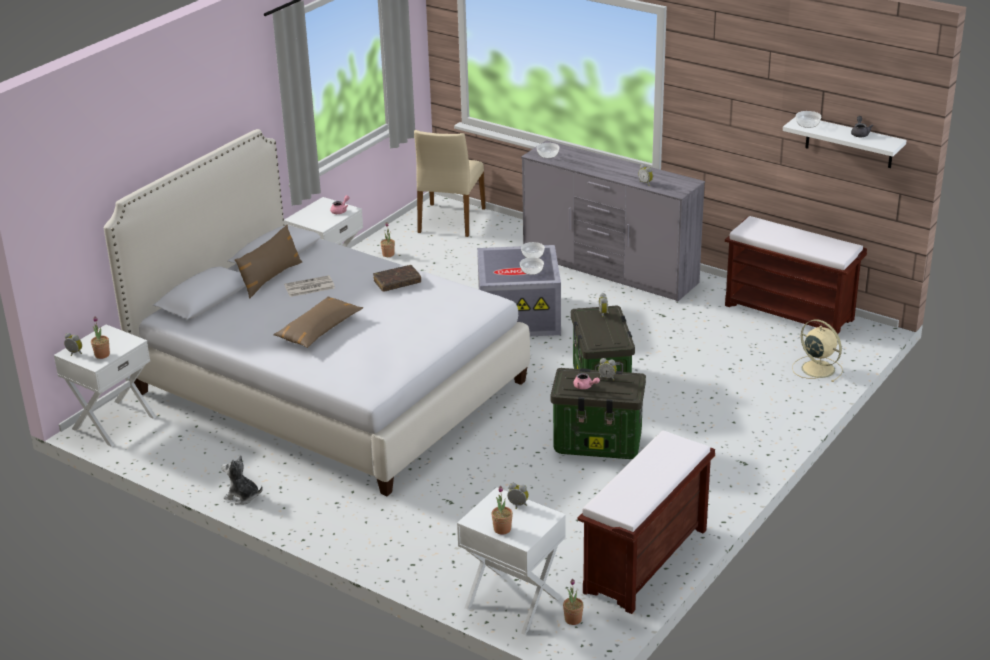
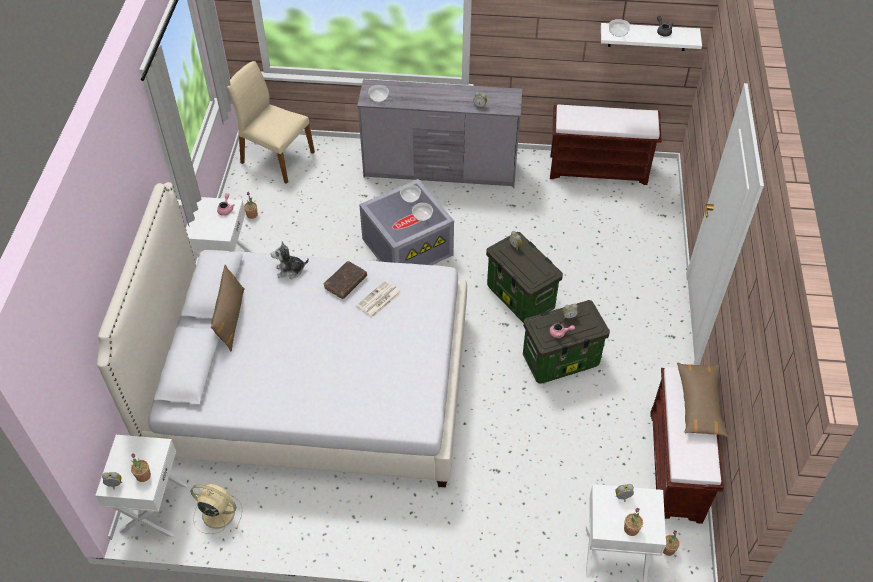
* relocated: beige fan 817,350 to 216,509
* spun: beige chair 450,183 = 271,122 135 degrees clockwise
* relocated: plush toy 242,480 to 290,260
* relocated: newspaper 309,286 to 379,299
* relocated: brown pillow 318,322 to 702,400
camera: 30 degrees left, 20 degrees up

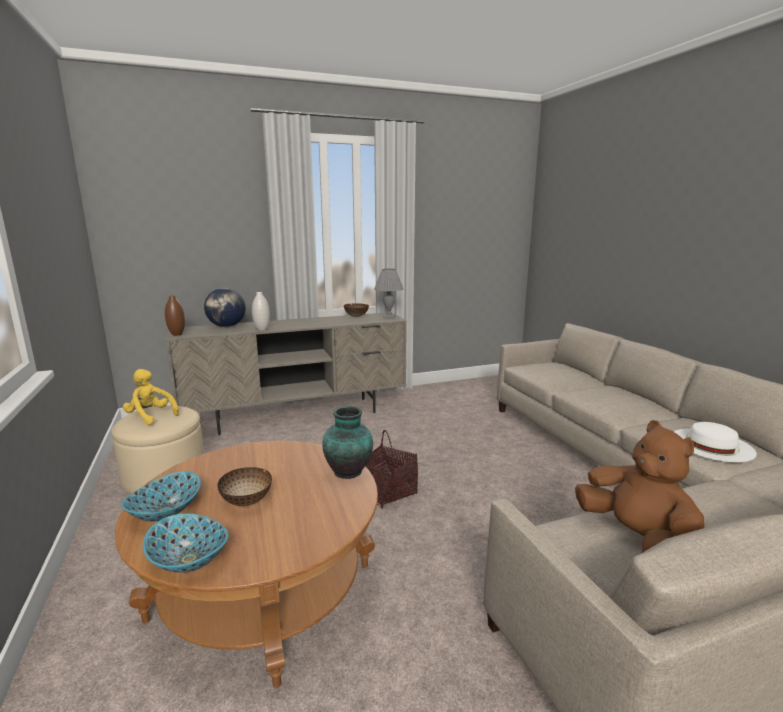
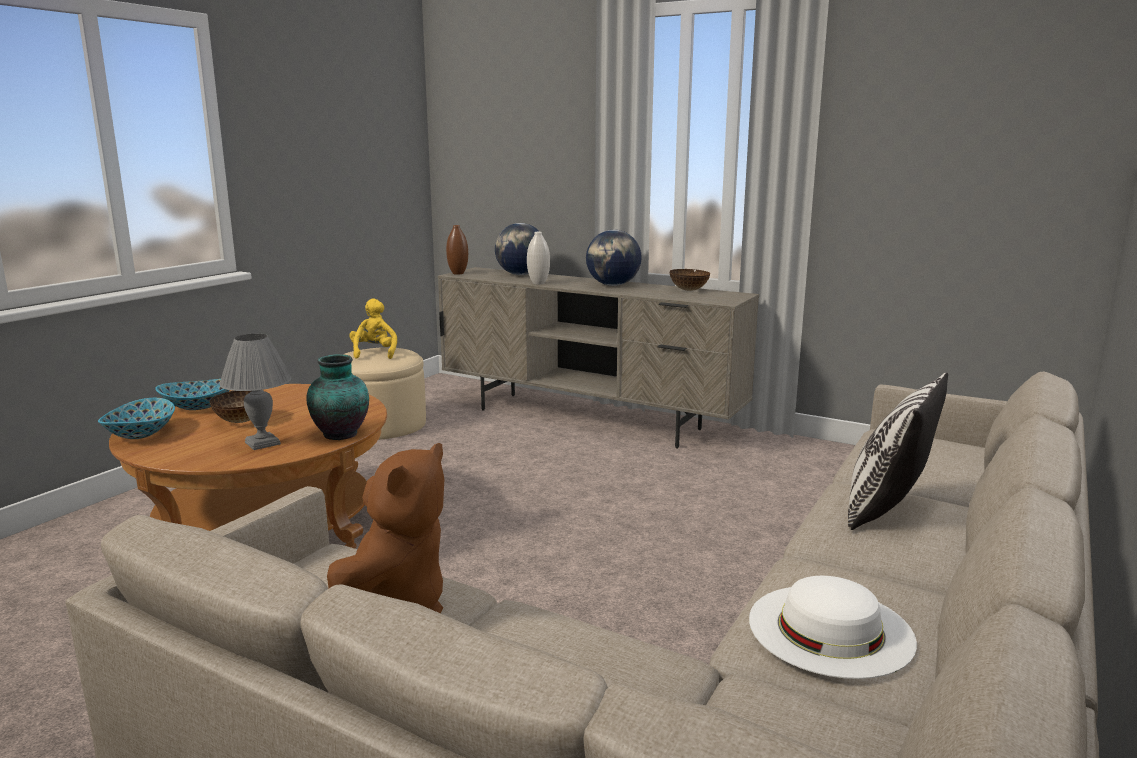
* relocated: grey table lamp 388,294 to 255,392
* appeared: globe 614,258
* appeared: pillow 898,451
* missing: basket 392,469
camera: 50 degrees right, 0 degrees up

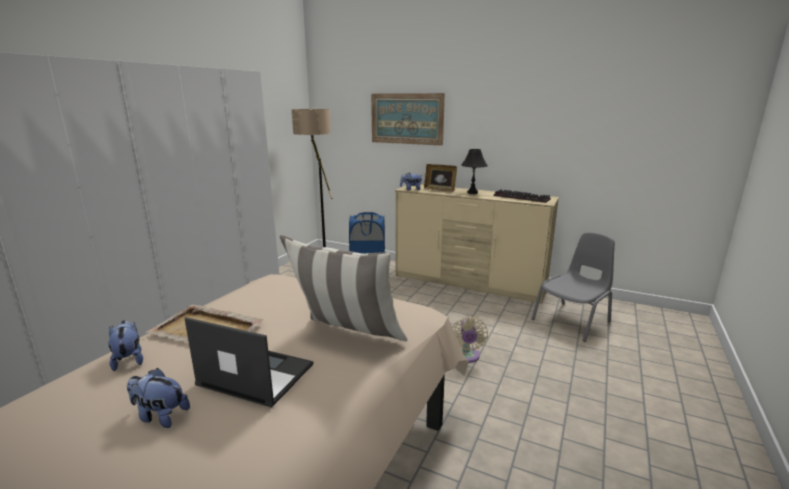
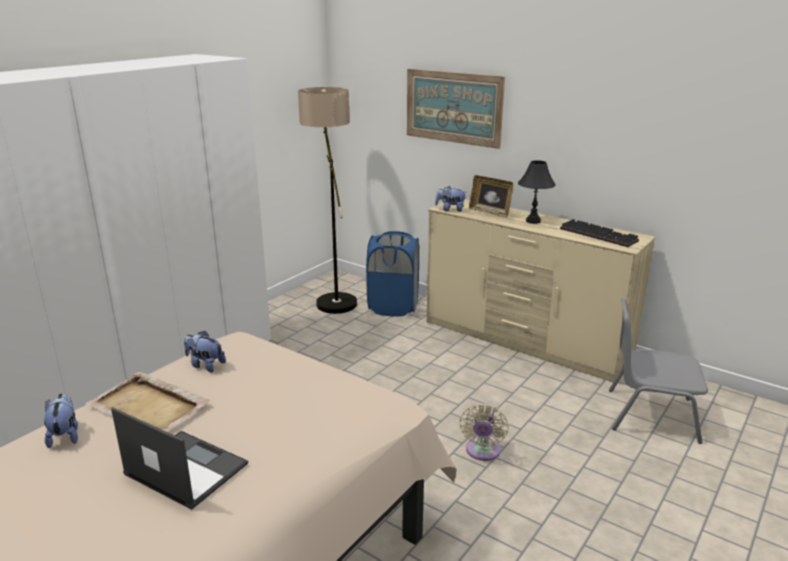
* relocated: plush toy 158,398 to 205,351
* spun: grey chair 573,287 = 658,371 135 degrees counterclockwise
* missing: pillow 344,288
camera: 10 degrees right, 5 degrees up

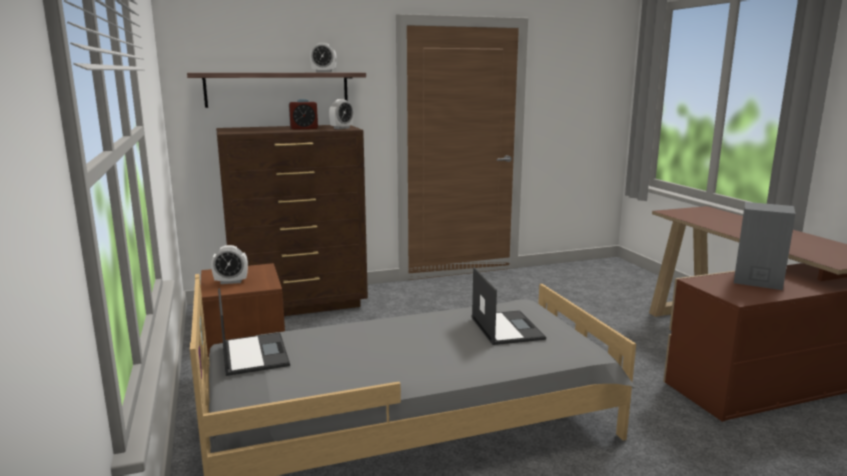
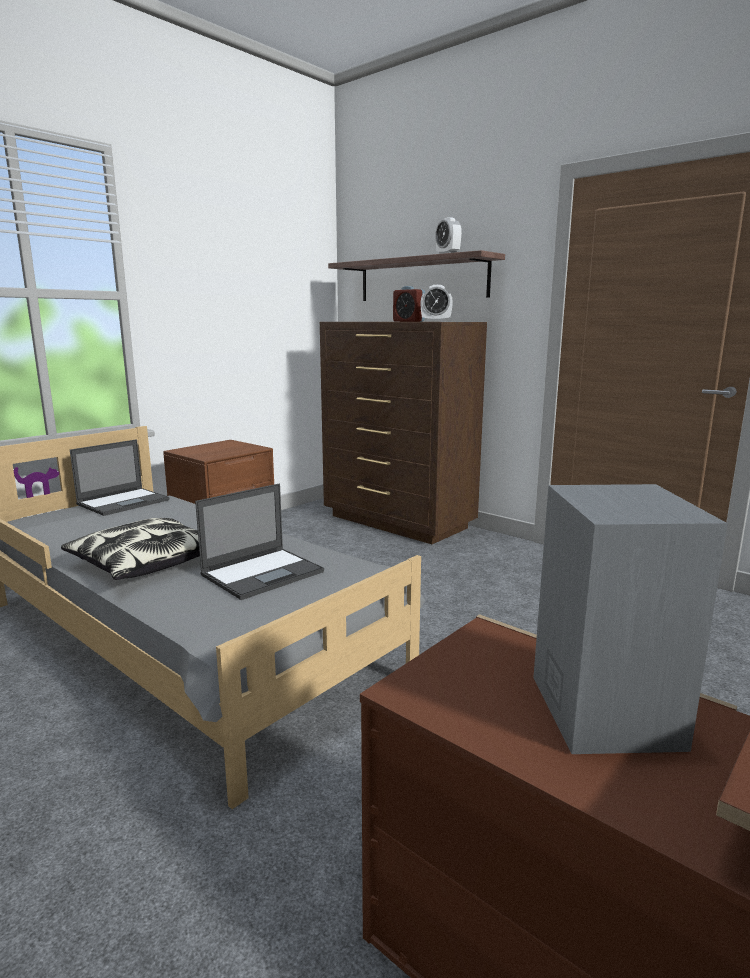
* appeared: pillow 130,549
* missing: alarm clock 229,264
camera: 60 degrees right, 0 degrees up

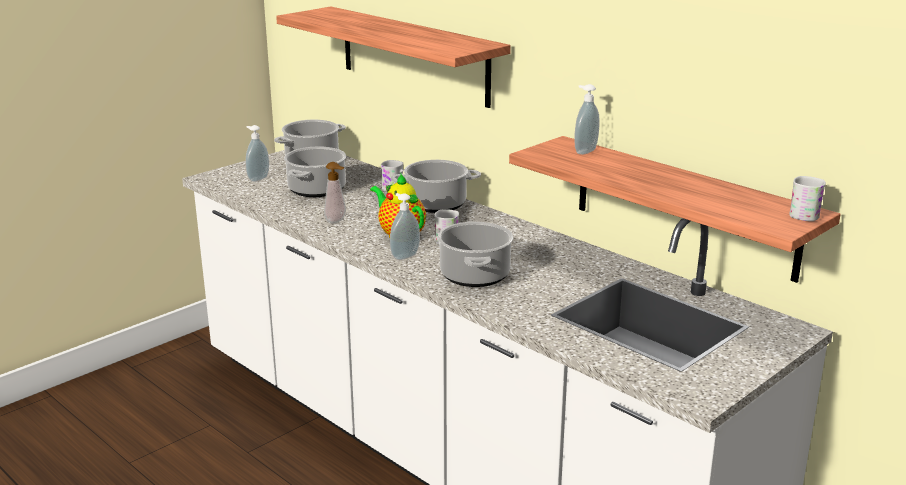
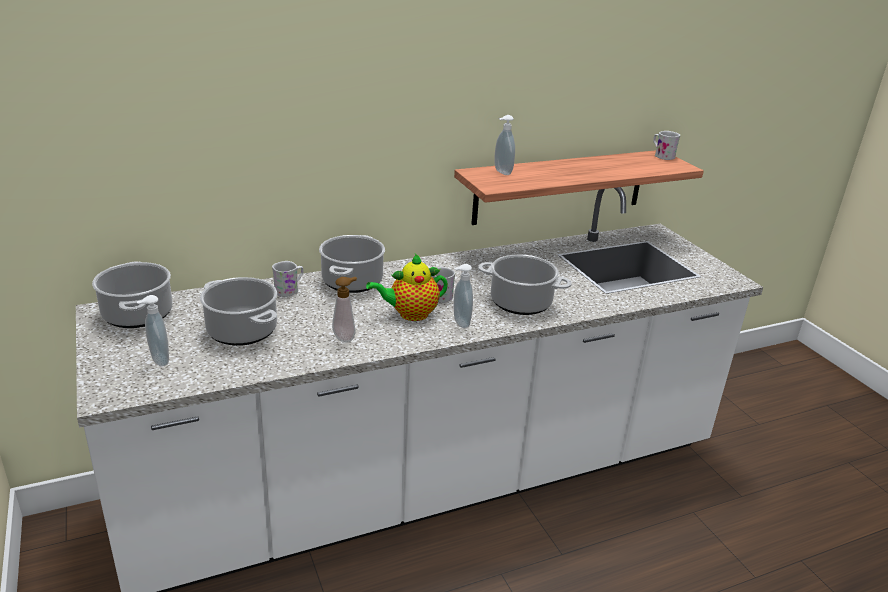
* missing: shelf 393,57
camera: 70 degrees left, 5 degrees up

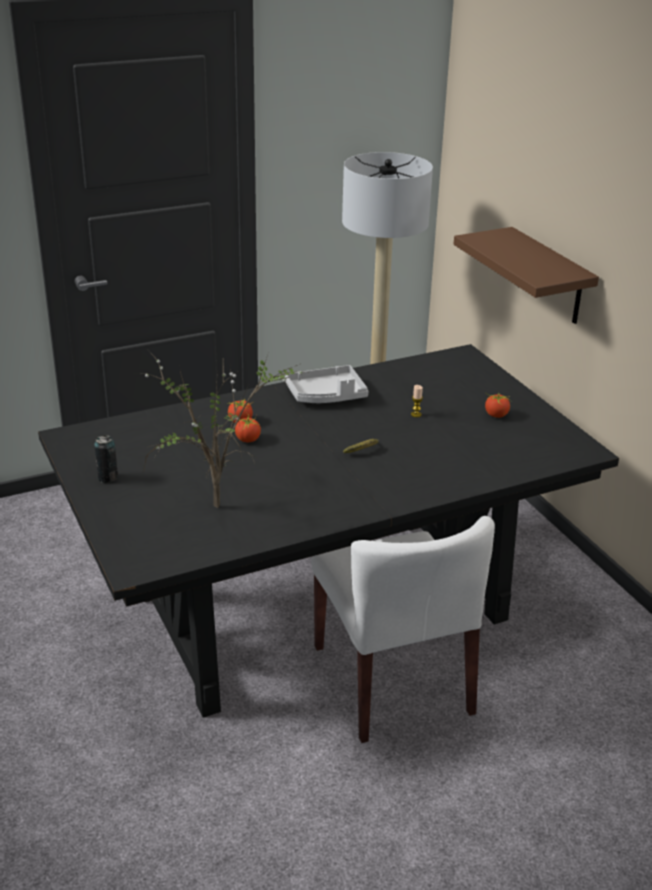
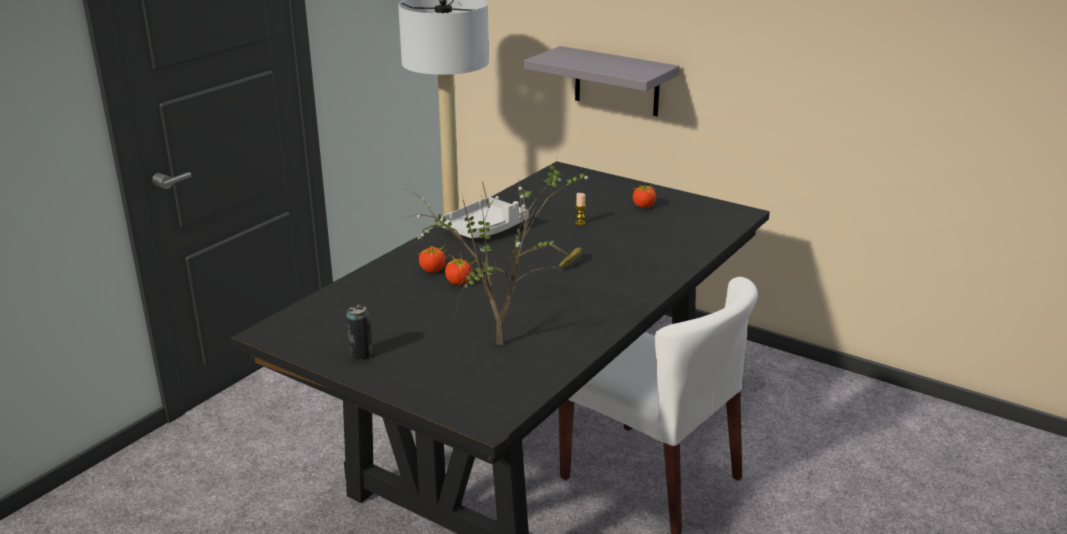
* colour: brown shelf 526,275 to grey shelf 601,81
camera: 30 degrees left, 5 degrees down

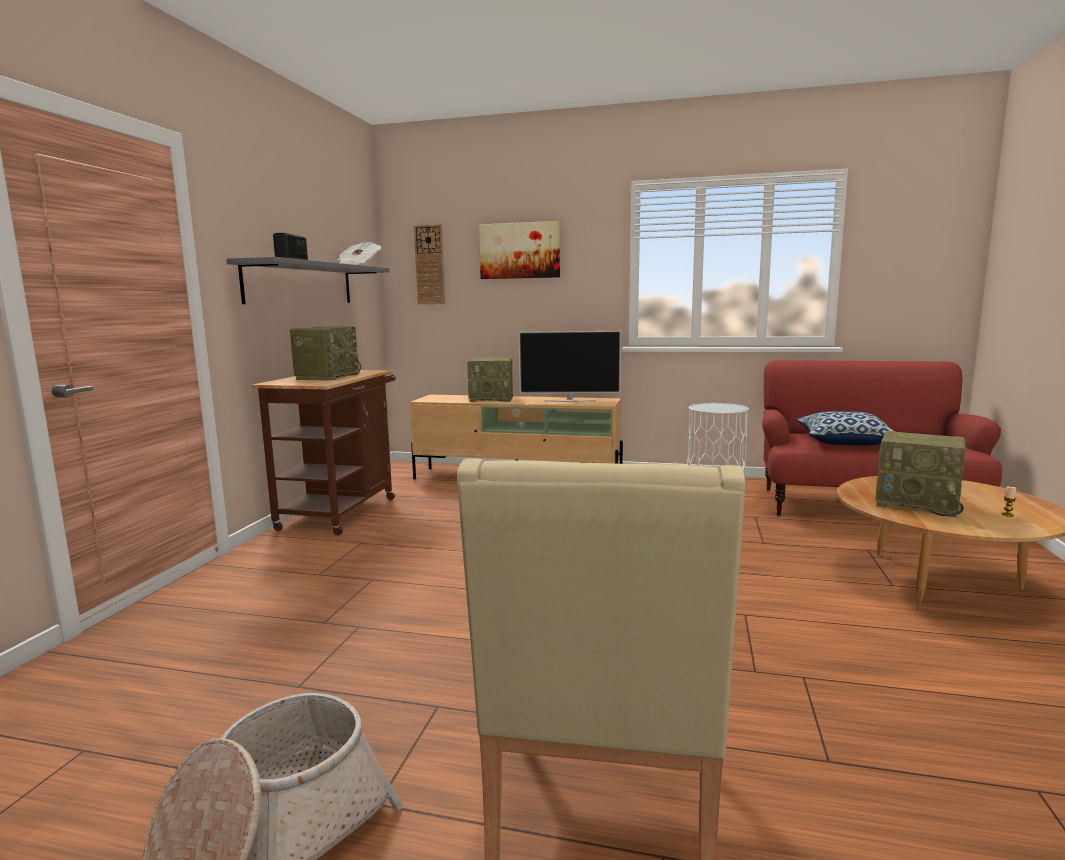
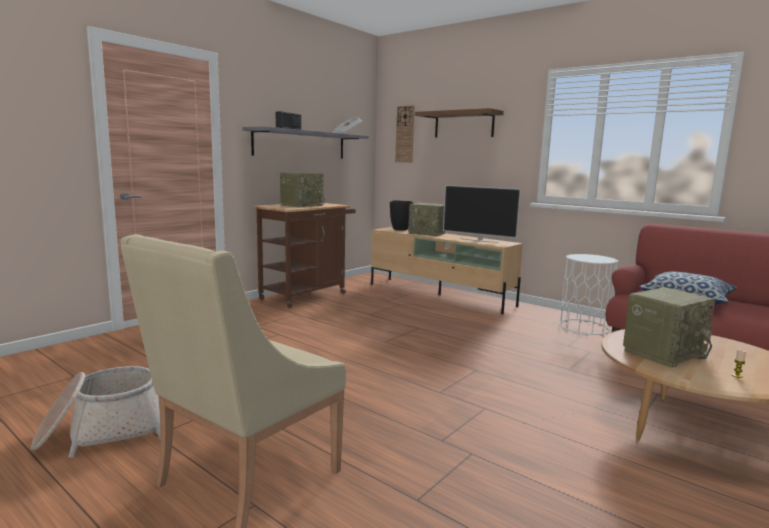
* appeared: black vase 401,215
* exchanged: picture 519,250 to brown shelf 459,123
* spun: radio 920,474 = 669,327 90 degrees counterclockwise
camera: 25 degrees right, 0 degrees up

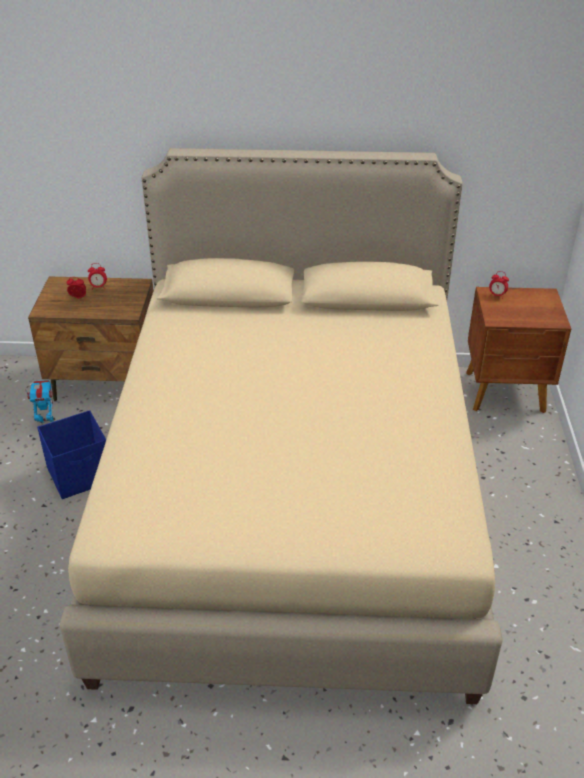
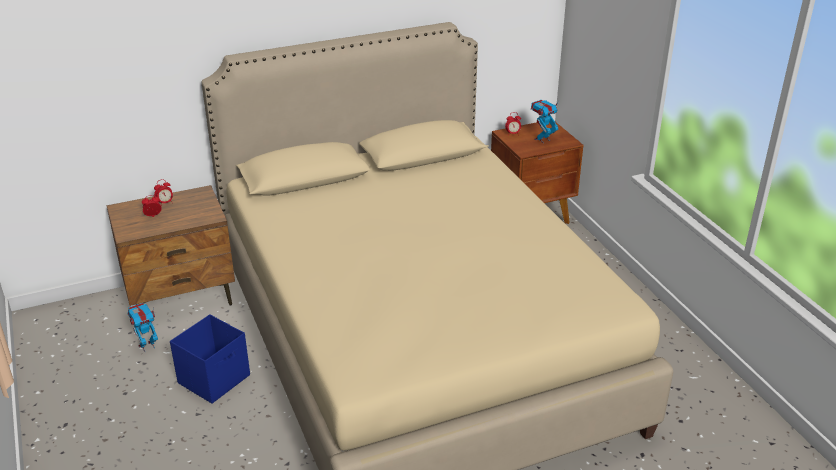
* appeared: toy robot 545,121
camera: 25 degrees left, 5 degrees down

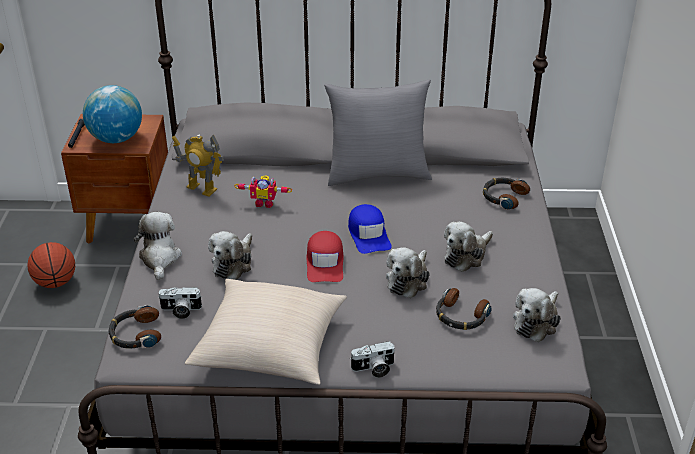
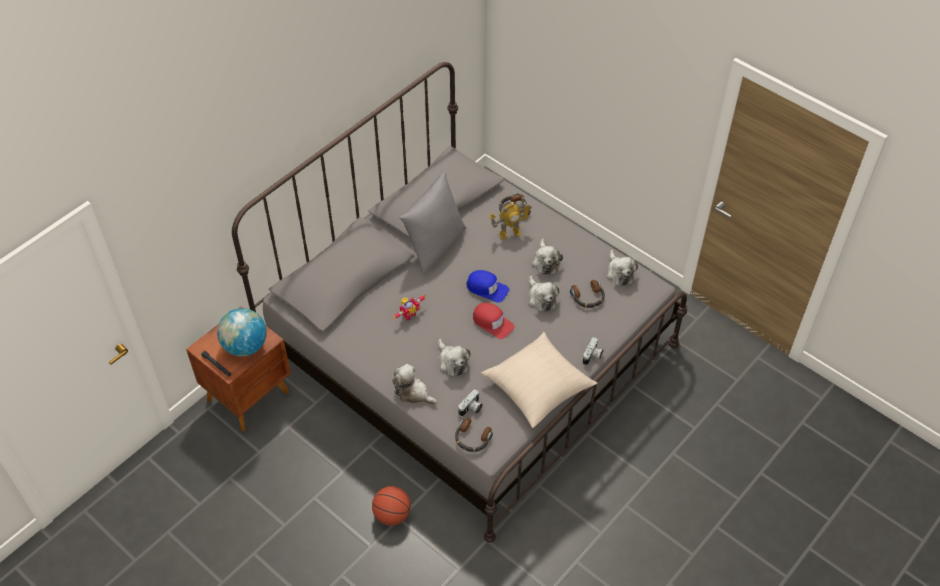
* relocated: basketball 51,265 to 391,505
* relocated: toy robot 198,165 to 510,218
camera: 50 degrees left, 15 degrees up

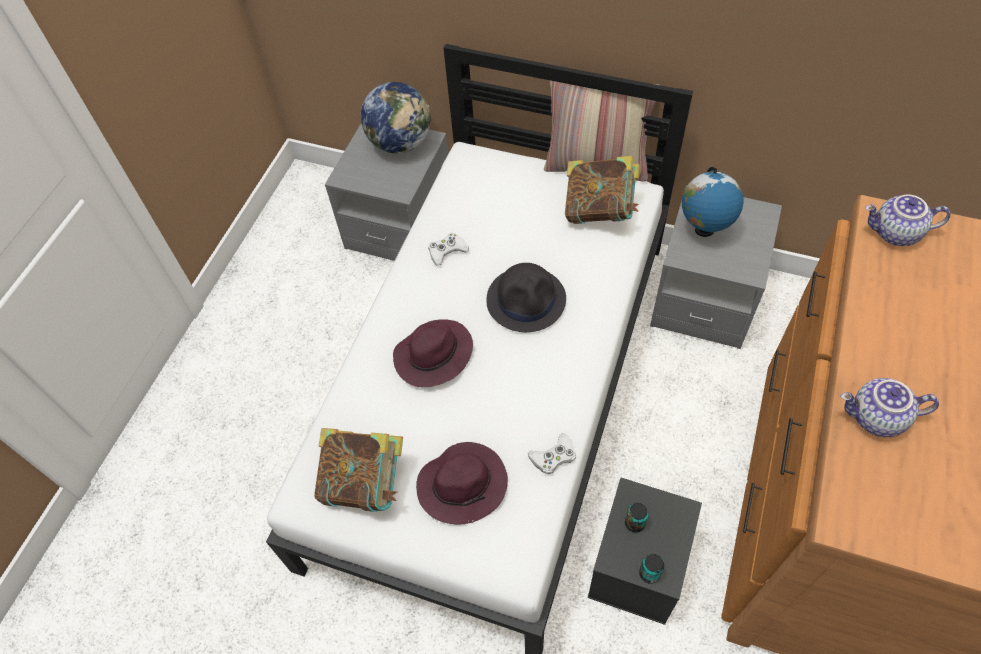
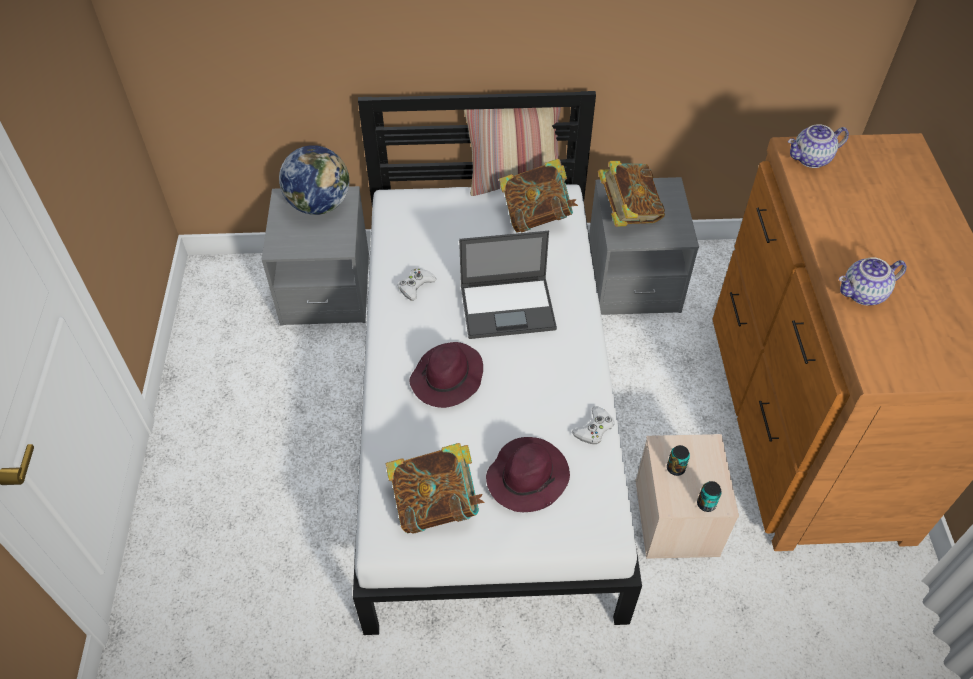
* exchanged: black hat 526,297 to laptop 508,285
* exchanged: globe 712,202 to book 631,194
* colour: black storage box 645,551 to beige storage box 687,496
camera: 25 degrees left, 5 degrees down

